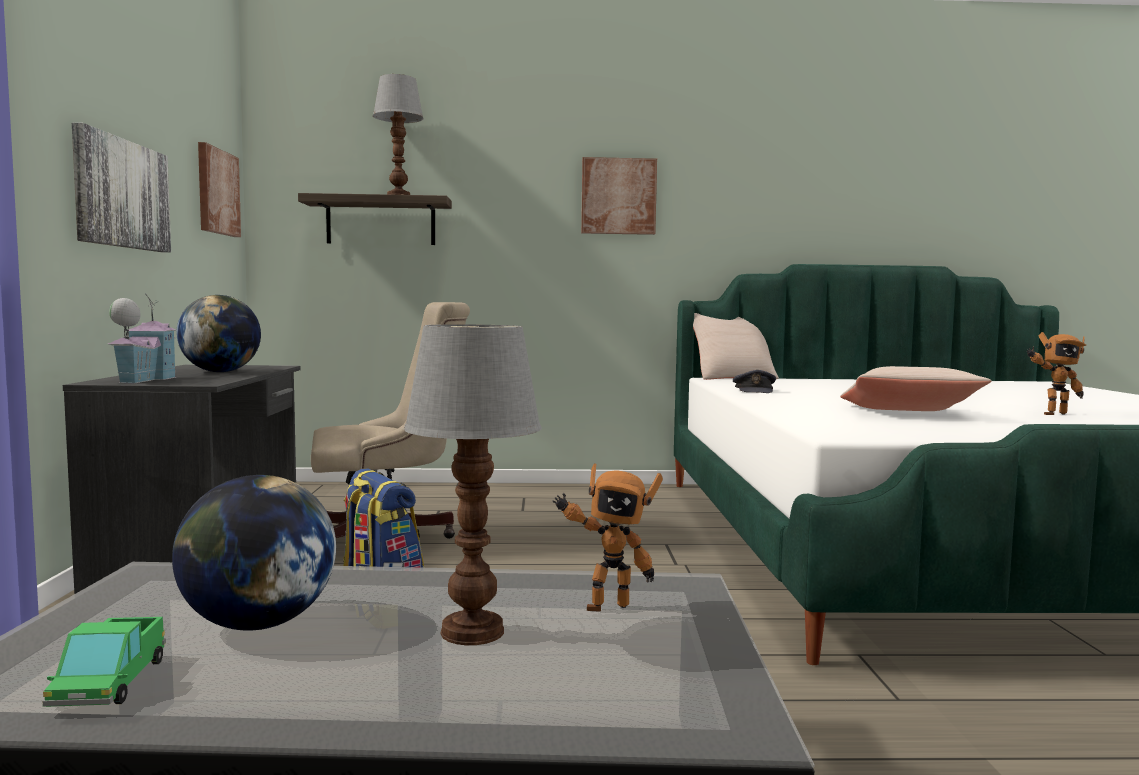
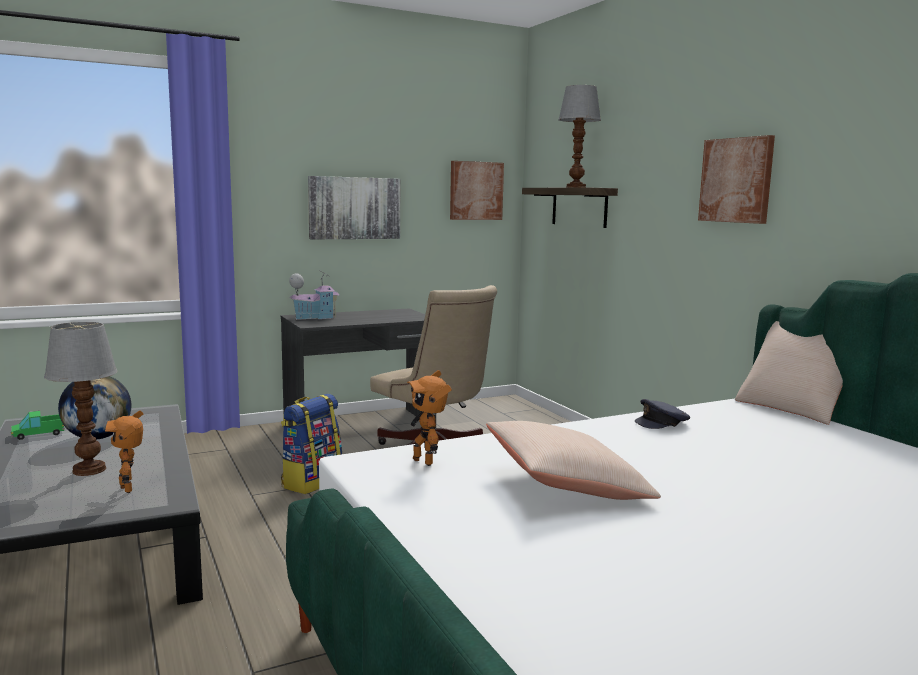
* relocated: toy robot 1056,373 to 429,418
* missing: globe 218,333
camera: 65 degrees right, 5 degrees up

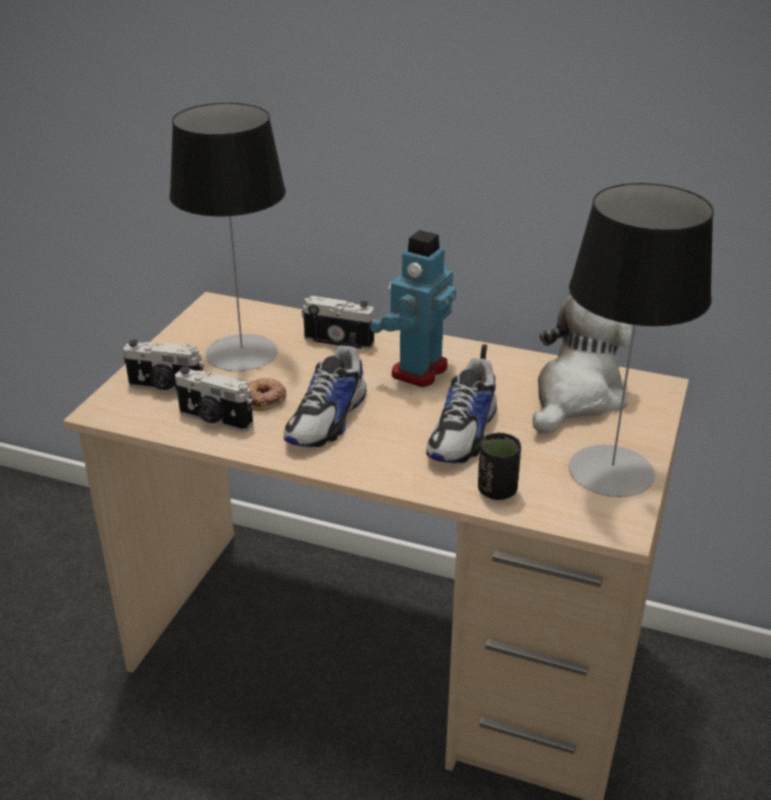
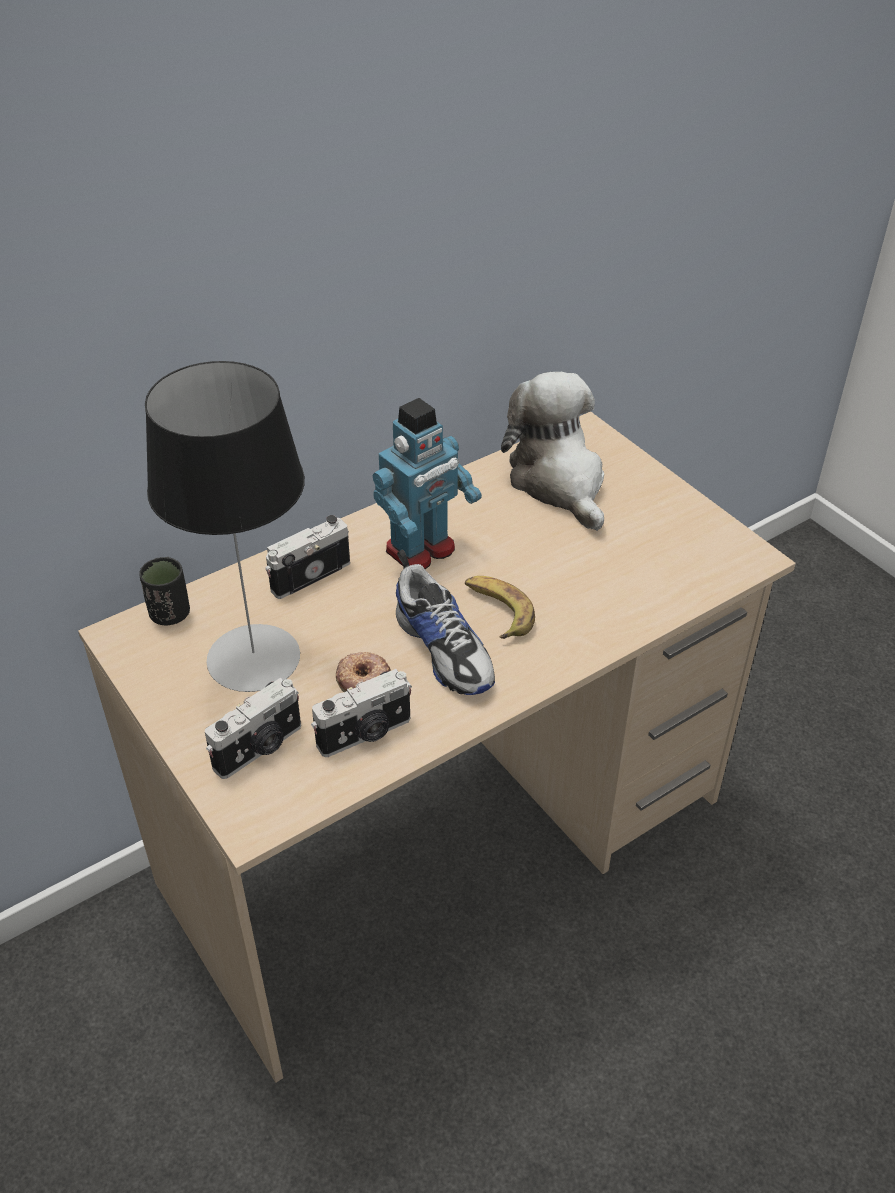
* relocated: black cup 499,466 to 164,591
* spun: toy robot 413,308 = 427,483 105 degrees counterclockwise
* appeared: banana 500,607
* missing: shoe 461,404
* missing: table lamp 641,340
camera: 55 degrees left, 10 degrees up

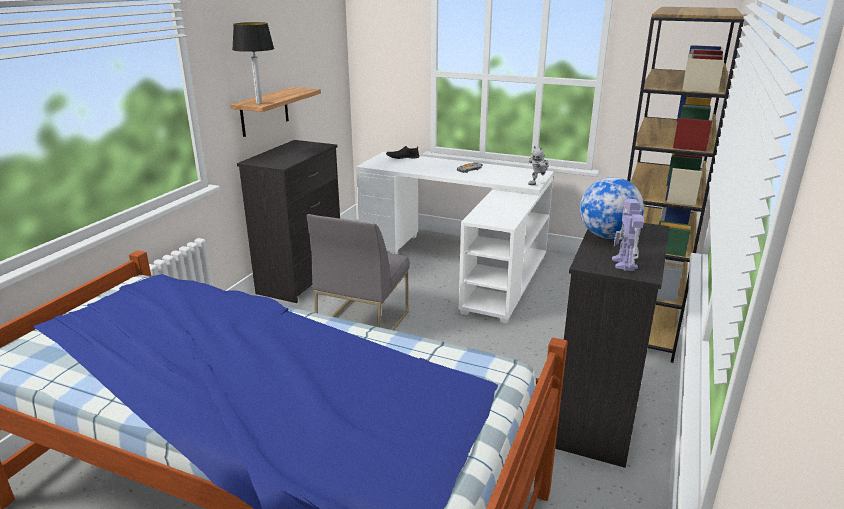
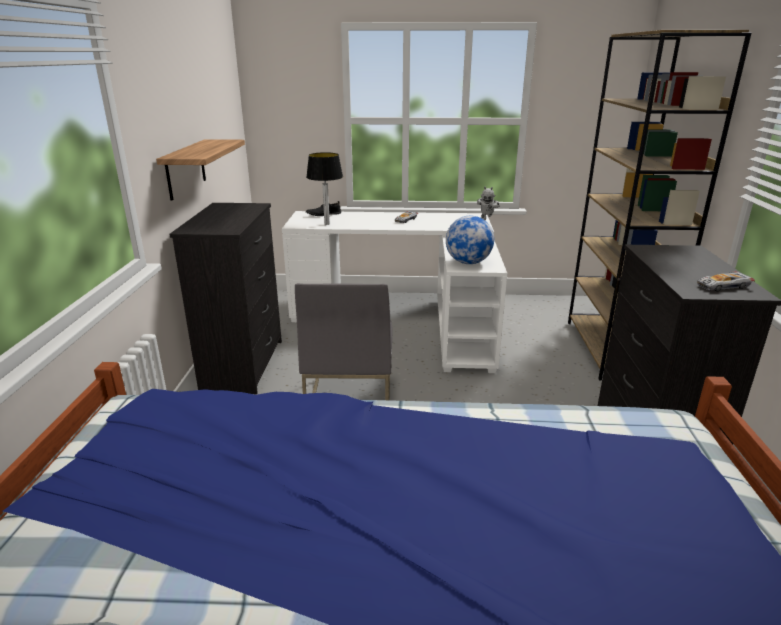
* relocated: table lamp 253,63 to 324,188
* relocated: globe 612,208 to 470,240
* exchanged: toy robot 628,235 to toy car 726,281
camera: 20 degrees left, 0 degrees up

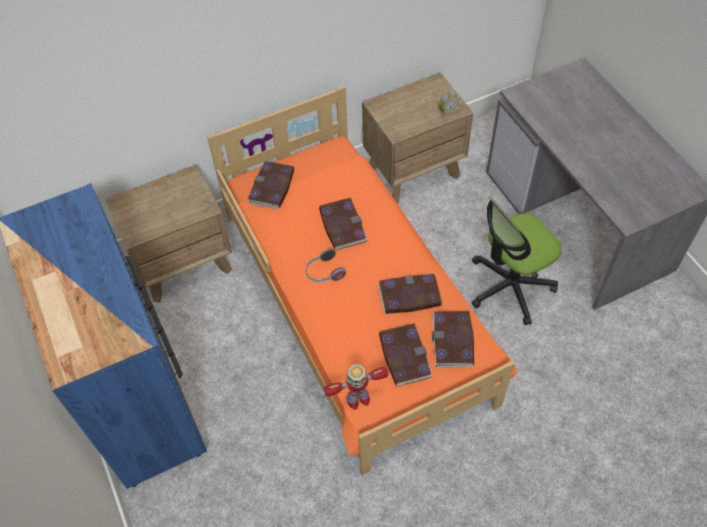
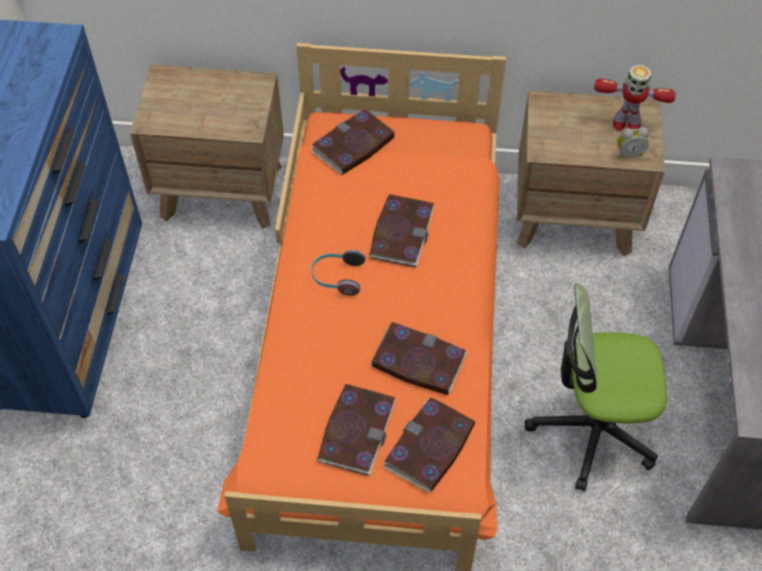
* relocated: toy robot 356,387 to 635,98
camera: 30 degrees right, 0 degrees up

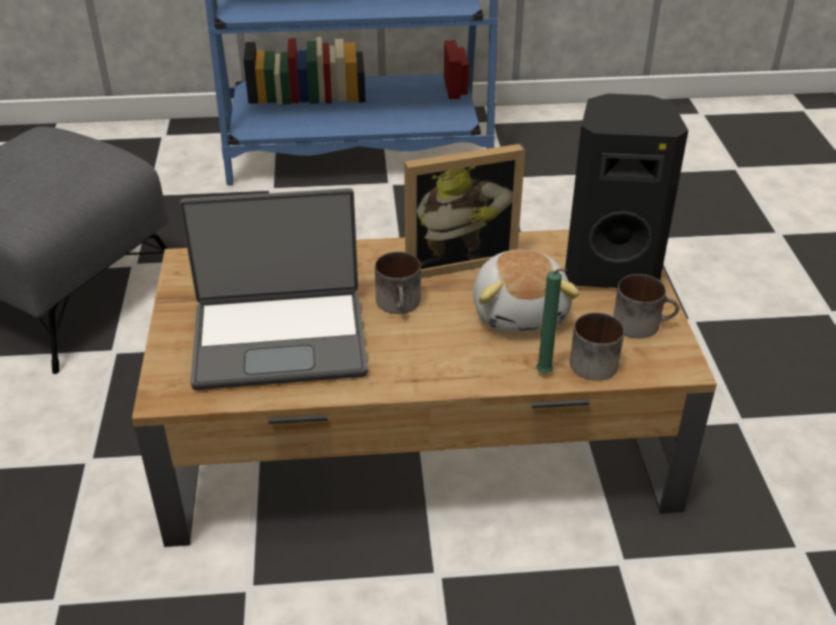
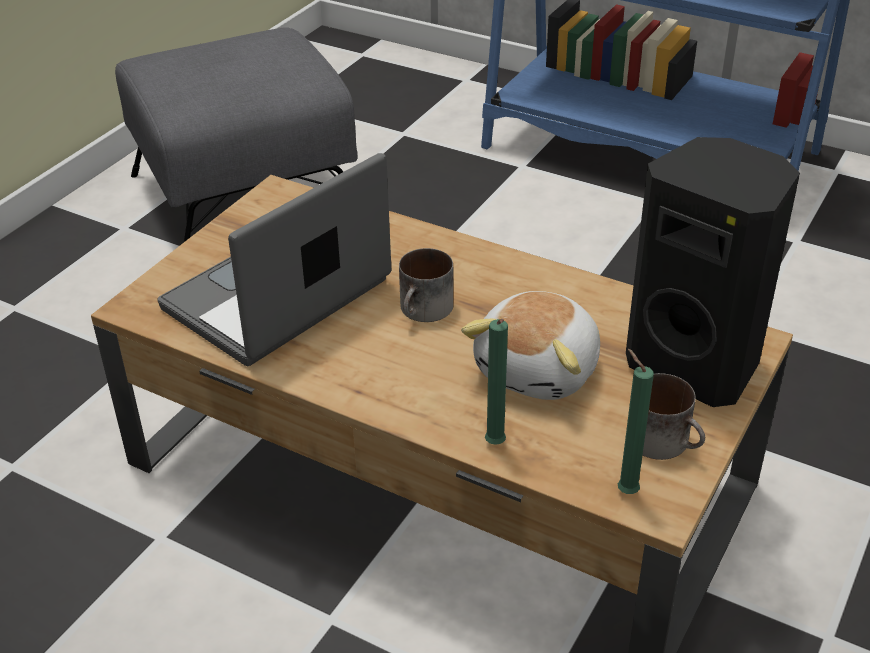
* spun: laptop 274,289 = 274,259 105 degrees clockwise
* appeared: green candle 636,421
* missing: picture frame 464,211
* missing: mug 597,347
camera: 35 degrees right, 0 degrees up

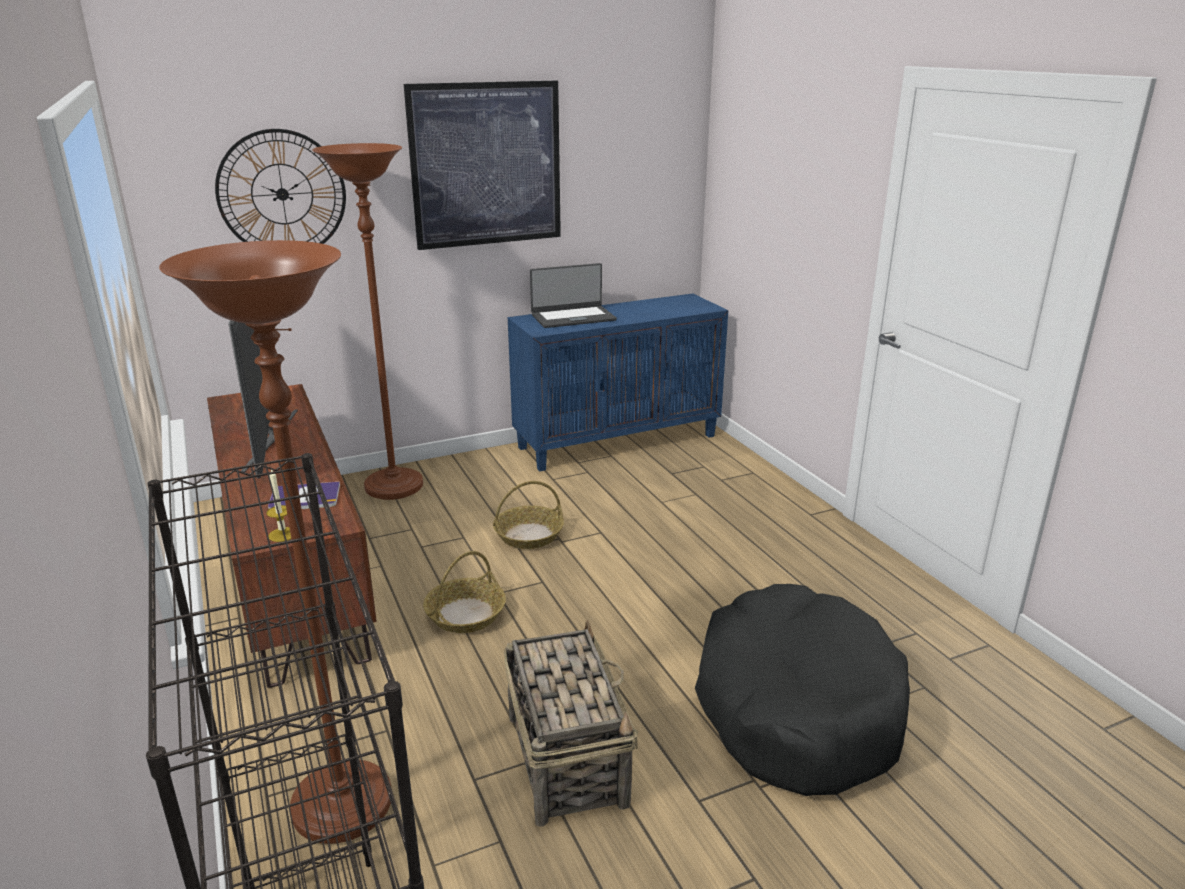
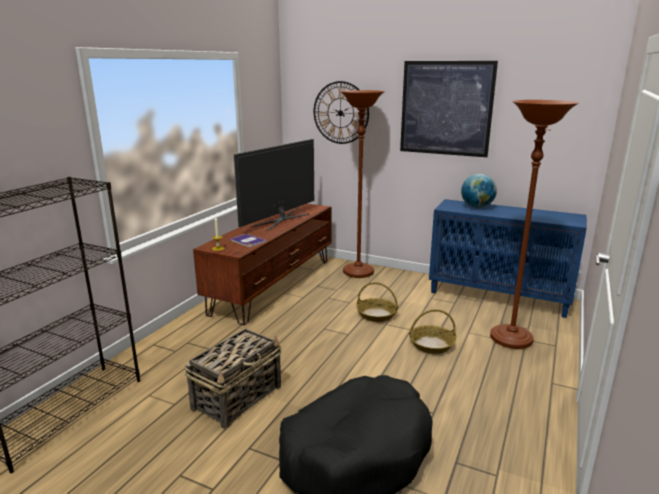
* relocated: basket 464,592 to 432,331
* exchanged: laptop 573,295 to globe 479,191
* relocated: brown floor lamp 275,542 to 534,224
camera: 50 degrees right, 5 degrees down

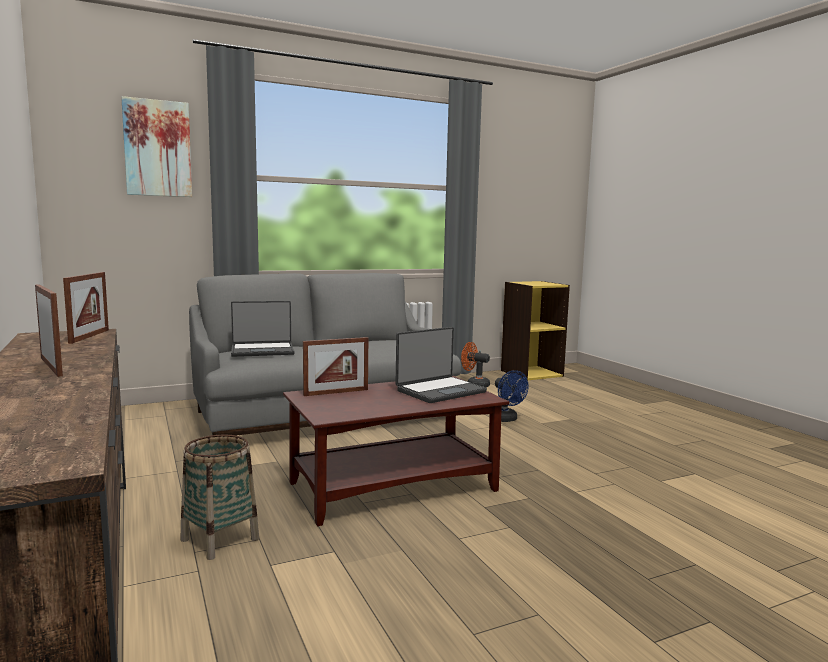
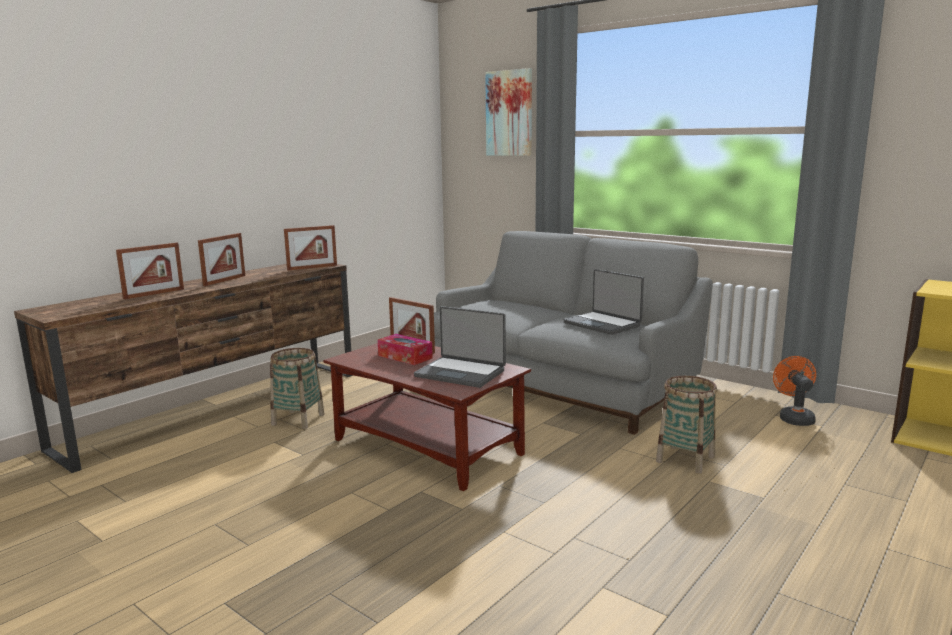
* appeared: picture frame 150,271
* appeared: tissue box 405,349
* relocated: laptop 262,329 to 604,302
* exchanged: blue fan 512,396 to basket 686,425
camera: 65 degrees right, 5 degrees up

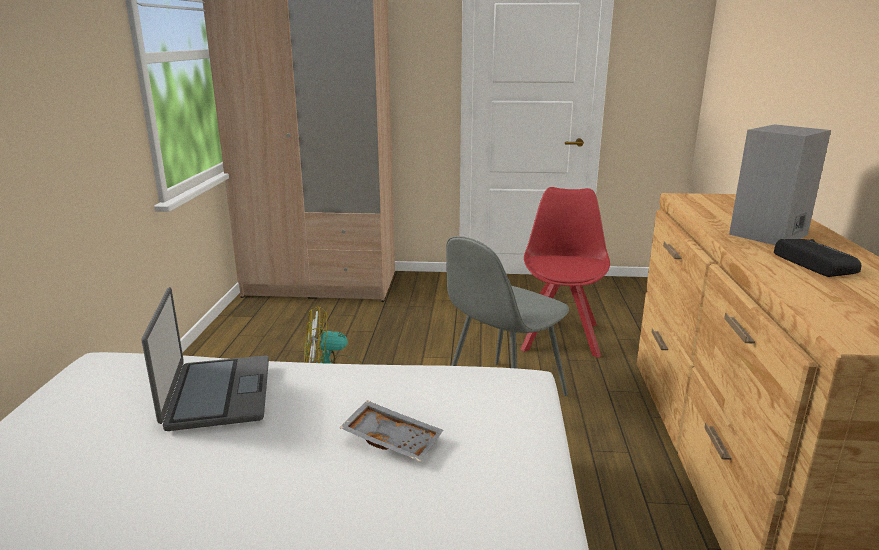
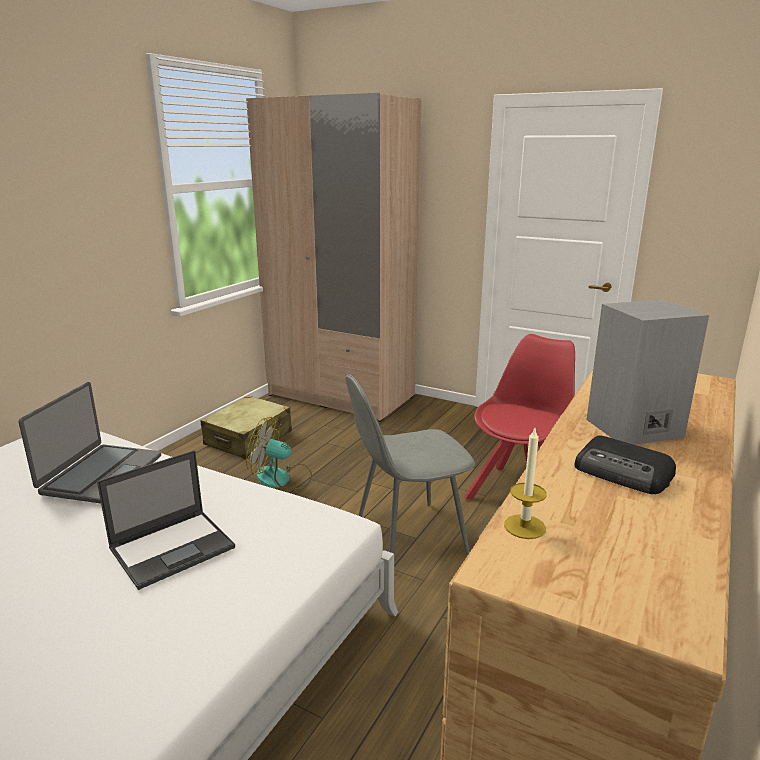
* exchanged: grey tray 391,430 to laptop 166,520
* appeared: beige suitcase 246,427
* appeared: candle 525,484
* spun: radio 817,258 = 625,464 120 degrees clockwise
camera: 25 degrees right, 0 degrees up

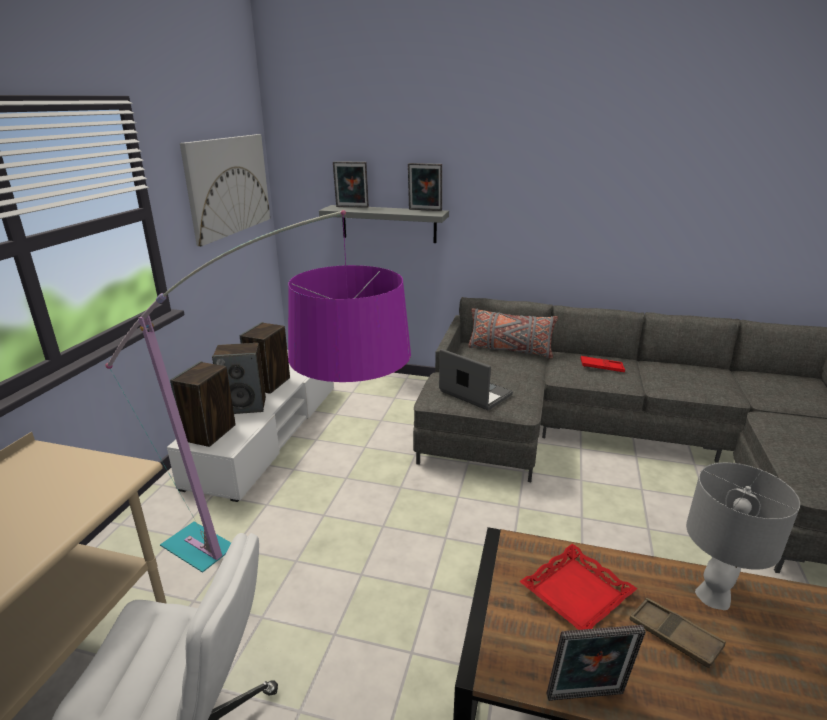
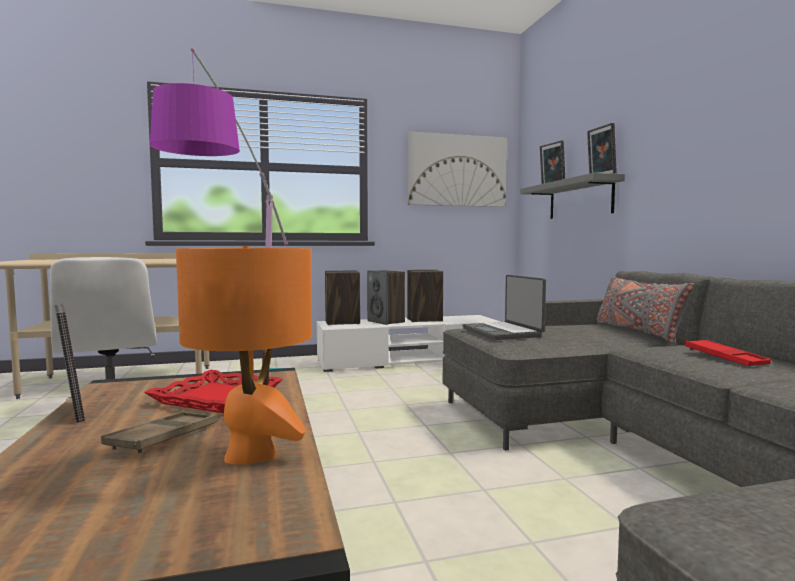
* colour: grey table lamp 743,536 to orange table lamp 244,355
* spun: laptop 476,379 = 504,307 150 degrees clockwise
camera: 60 degrees right, 20 degrees down

